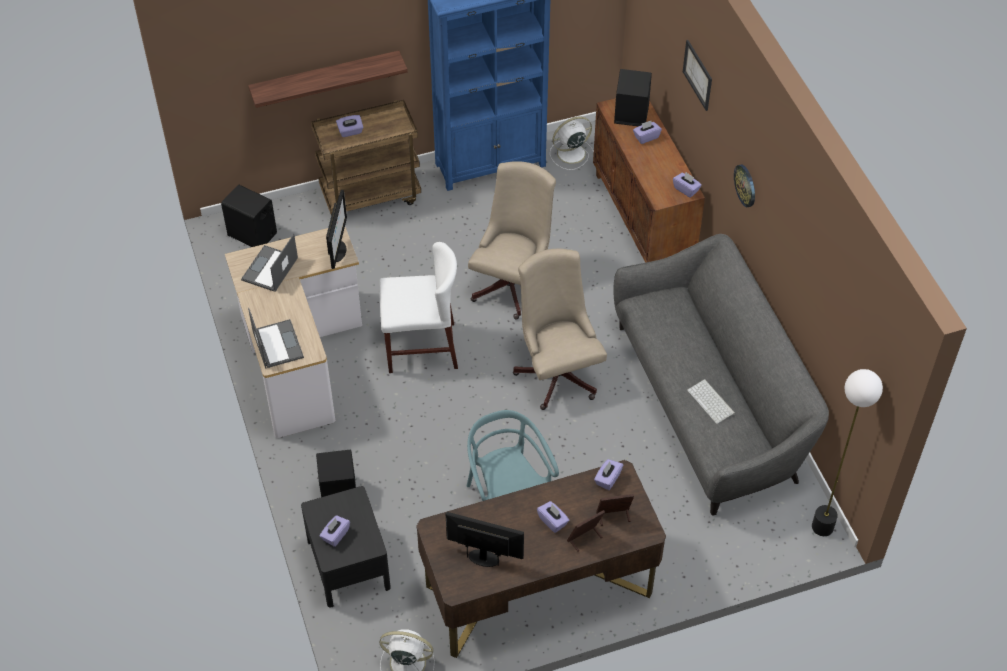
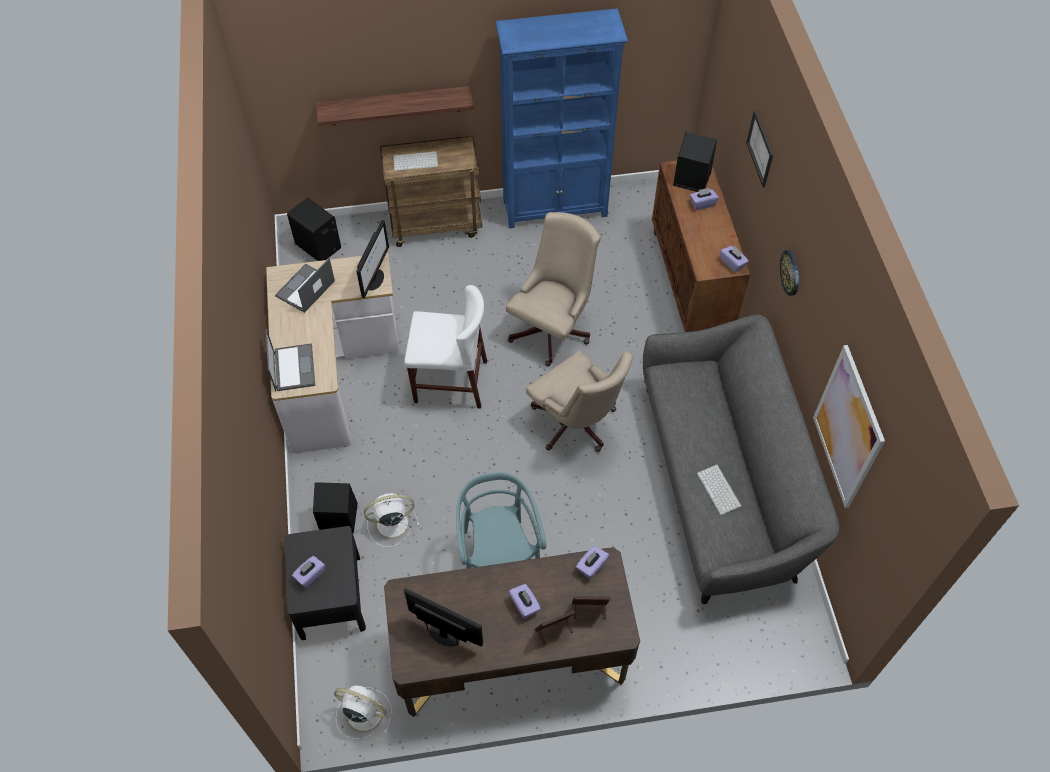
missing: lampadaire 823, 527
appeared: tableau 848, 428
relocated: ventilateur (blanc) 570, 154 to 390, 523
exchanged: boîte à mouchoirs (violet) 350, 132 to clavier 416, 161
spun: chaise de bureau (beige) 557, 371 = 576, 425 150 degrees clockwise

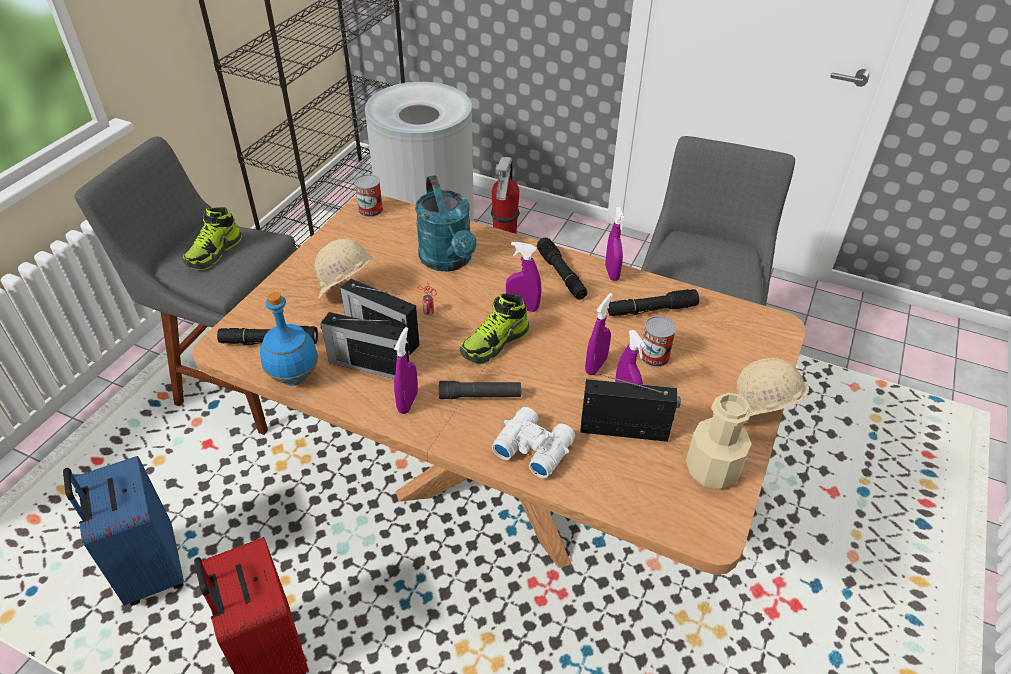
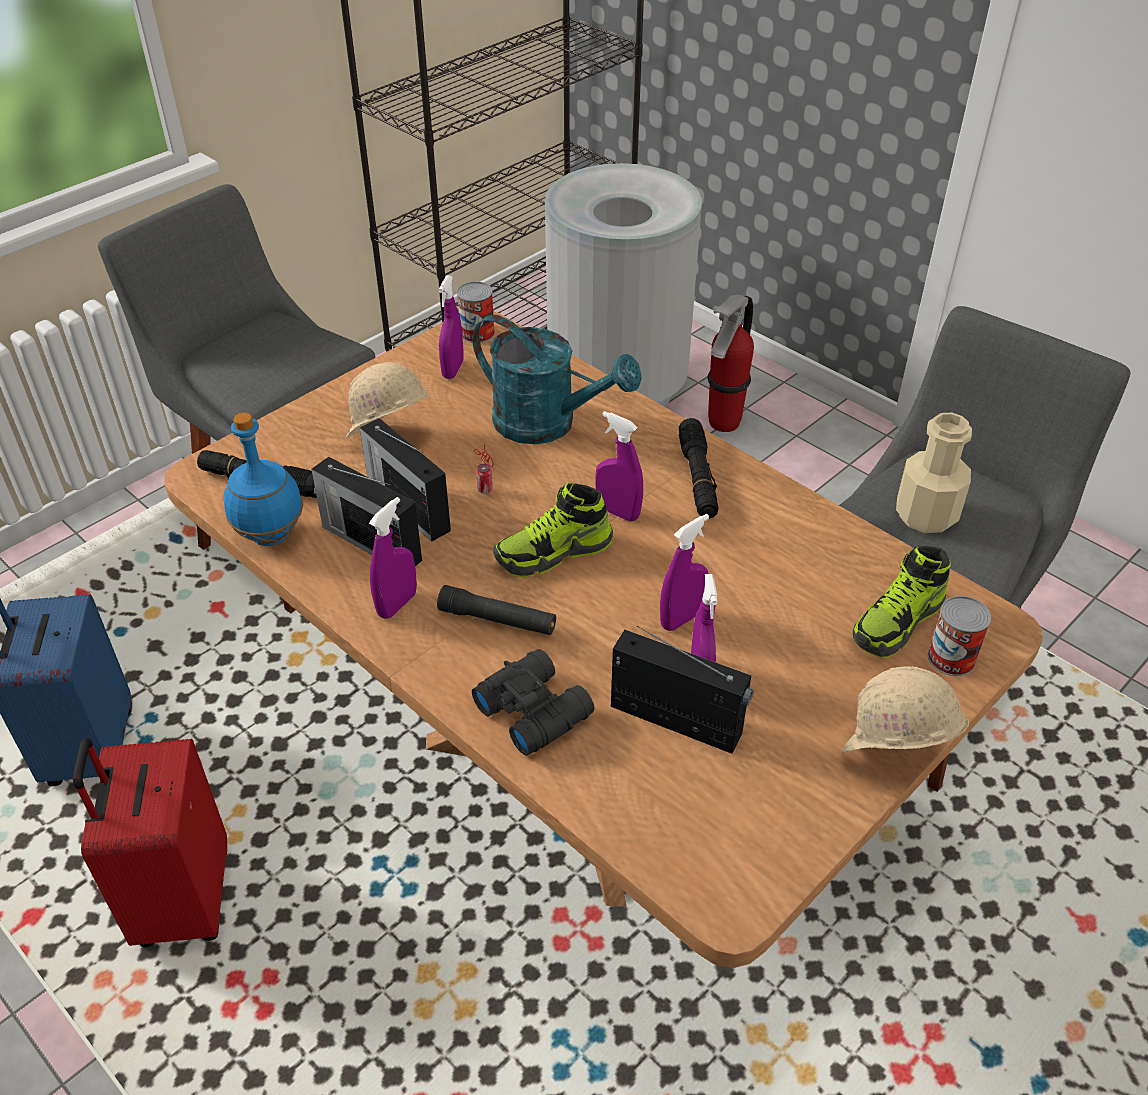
missing: lampe de poche (noir) 651, 310
relocated: chaussure 214, 252 to 897, 623; vaporisateur (violet) 612, 273 to 453, 369; boîte métallique 654, 356 to 951, 658; bouteille (beige) 712, 470 to 926, 515
colour: jumelles (blanc) 532, 447 to jumelles (noir) 533, 709
spun: arrosoir (turquoise) 449, 261 = 548, 424 60 degrees counterclockwise

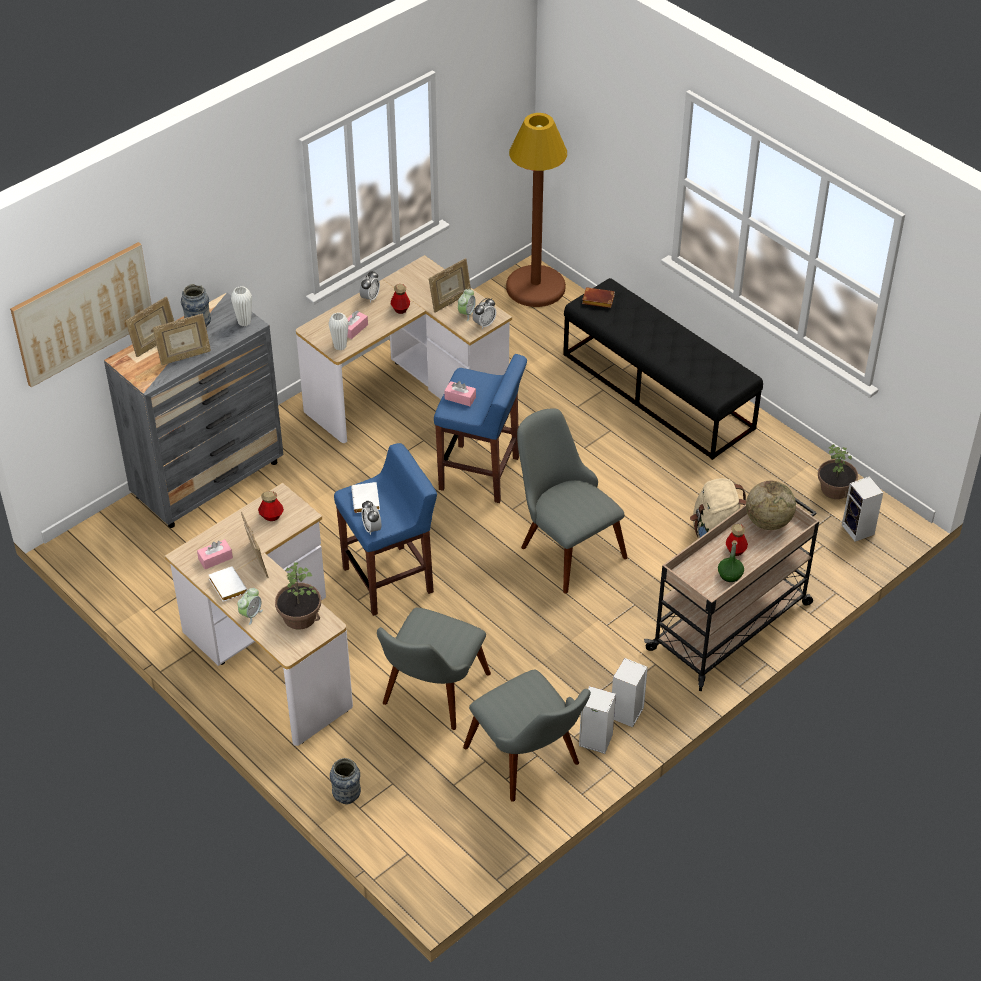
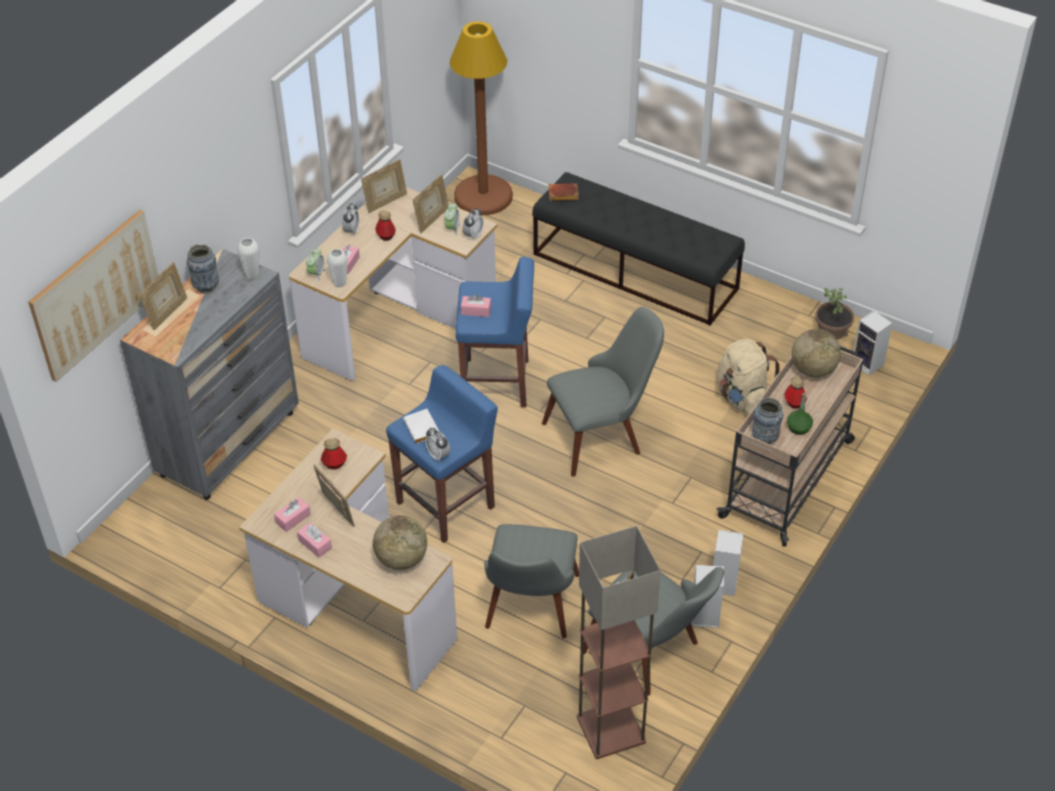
appeared: lampadaire 610, 730
relocated: cadre photo 184, 357 to 385, 202; réveil 251, 614 to 316, 274; vase 347, 797 to 764, 439
exchanged: livre (blanc) 226, 586 to boîte à mouchoirs (rose) 315, 544; plante en pot 299, 617 to globe 401, 559
spun: chaise (gris) 564, 545 = 603, 434 120 degrees clockwise

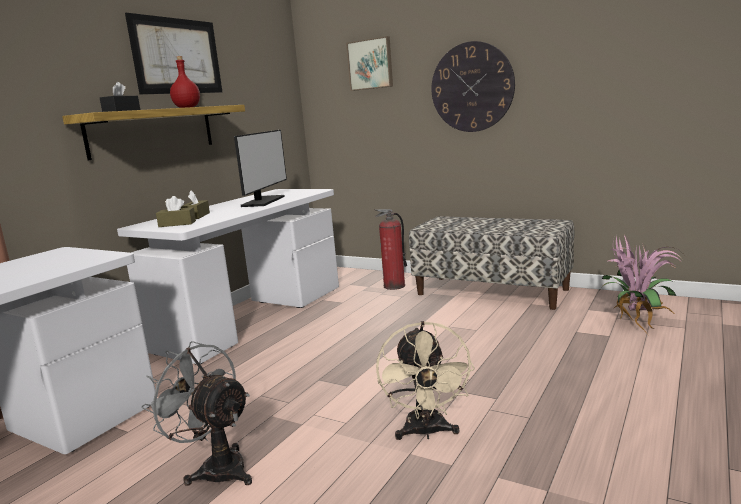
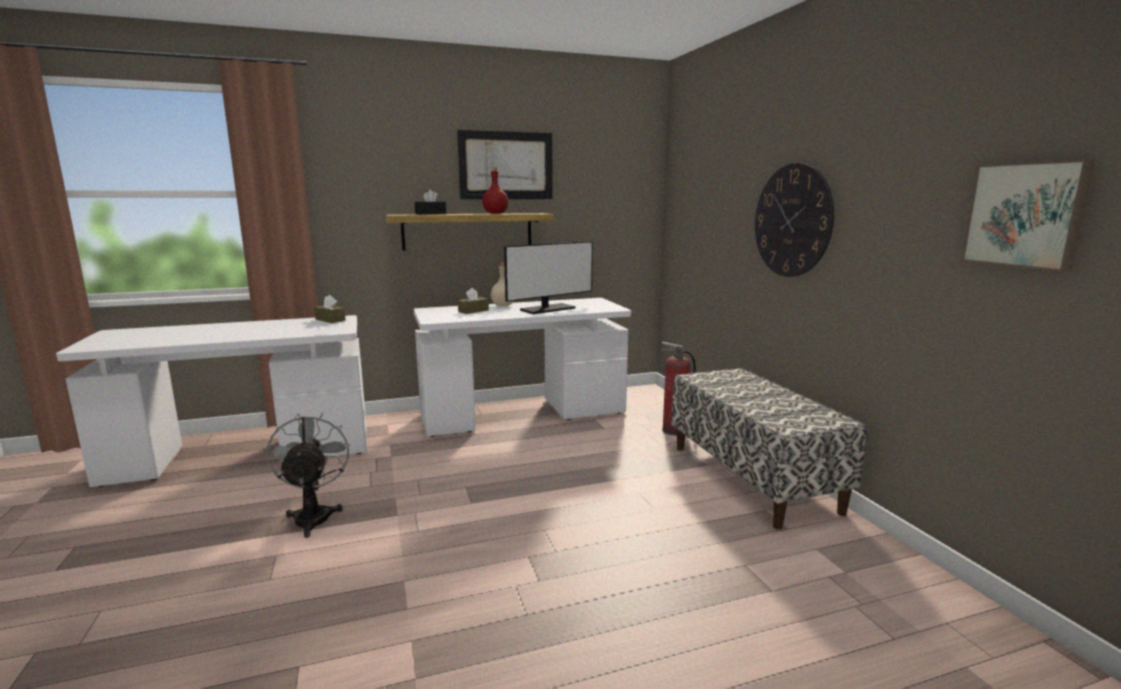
missing: ventilateur (beige) 426, 432; plante en pot 637, 321
appeared: bouteille (beige) 503, 305
relocated: boîte à mouchoirs (marron) 177, 224 to 330, 320; tableau 370, 64 to 1025, 215

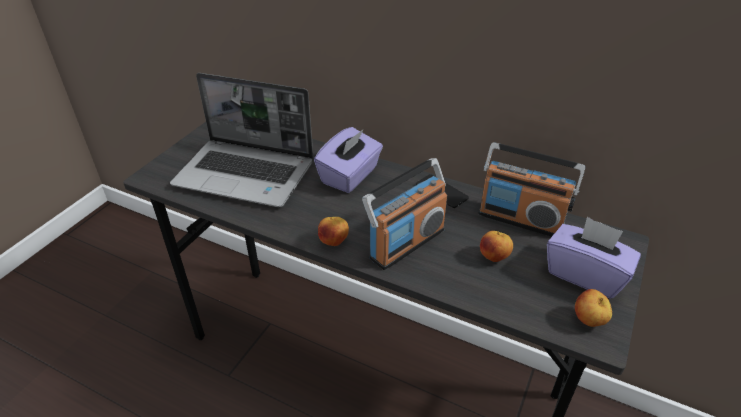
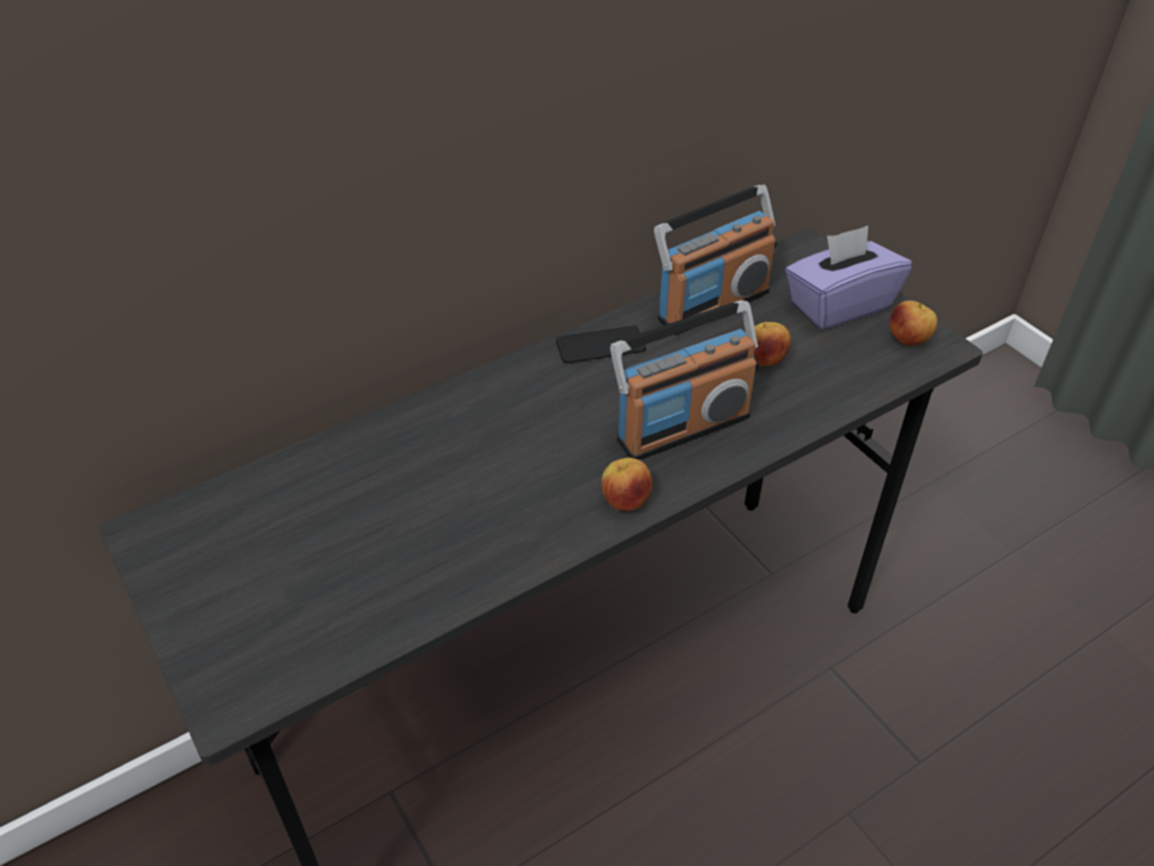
missing: ordinateur portable 247, 174; boîte à mouchoirs (violet) 350, 176
spun: radio 406, 243 = 682, 427 75 degrees clockwise

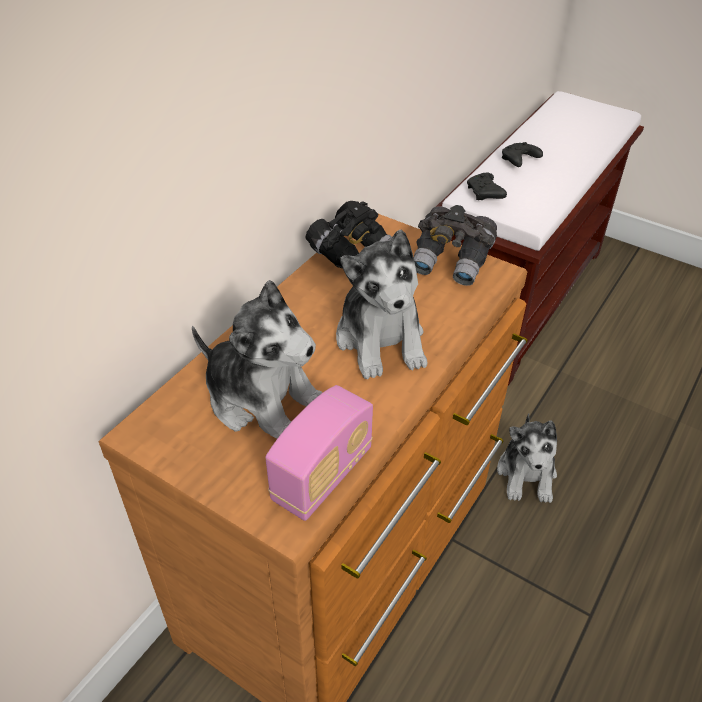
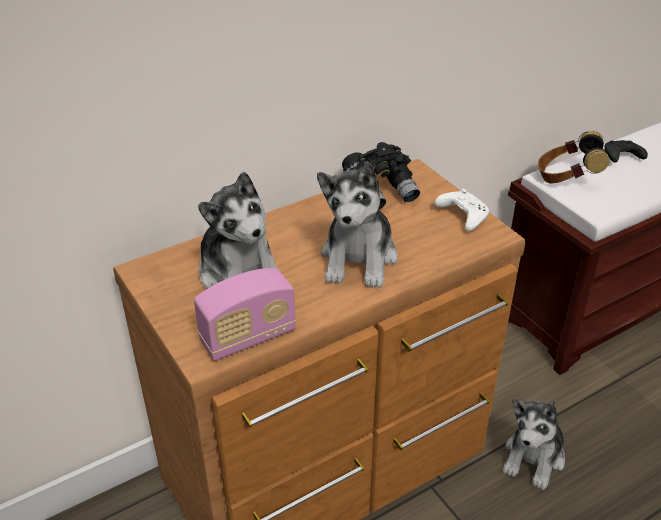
exchanged: jumelles (gris) 452, 261 to manette (blanc) 462, 216; manette (noir) 485, 194 to casque audio 566, 179

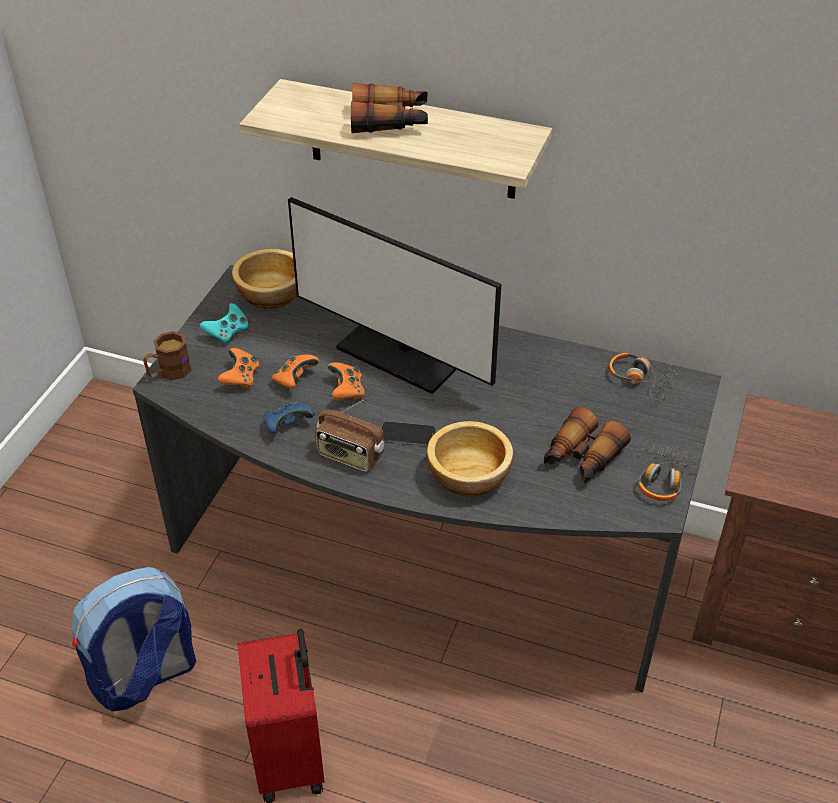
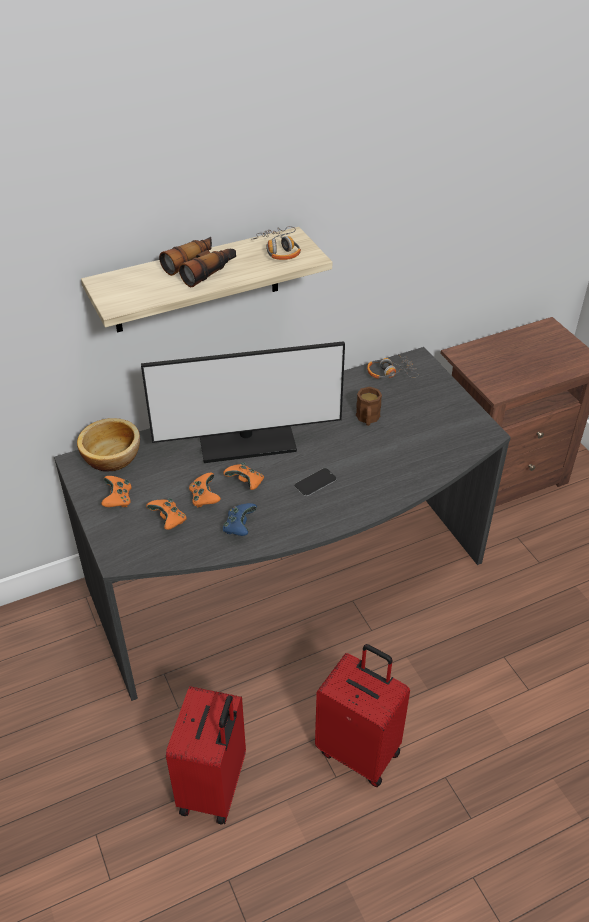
missing: radio 350, 456; bol 470, 475; jumelles 581, 458
relocated: mug (marron) 168, 372 to 368, 419; casque audio 664, 479 to 280, 249
exchanged: sac à dos 145, 677 to valise (rouge) 214, 787
colour: manette (turquoise) 227, 333 to manette (orange) 118, 500

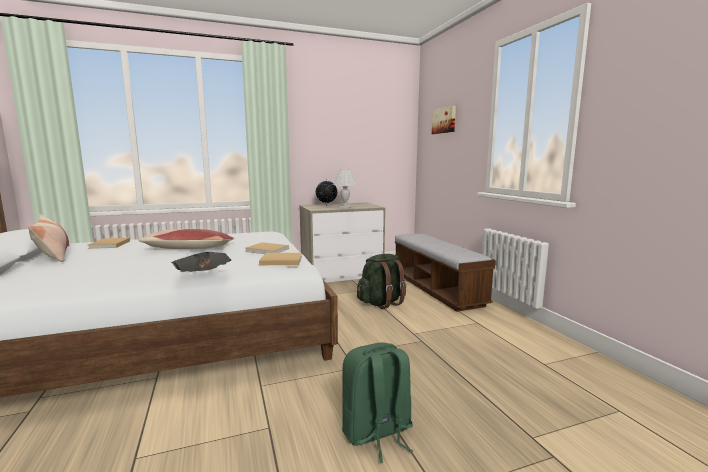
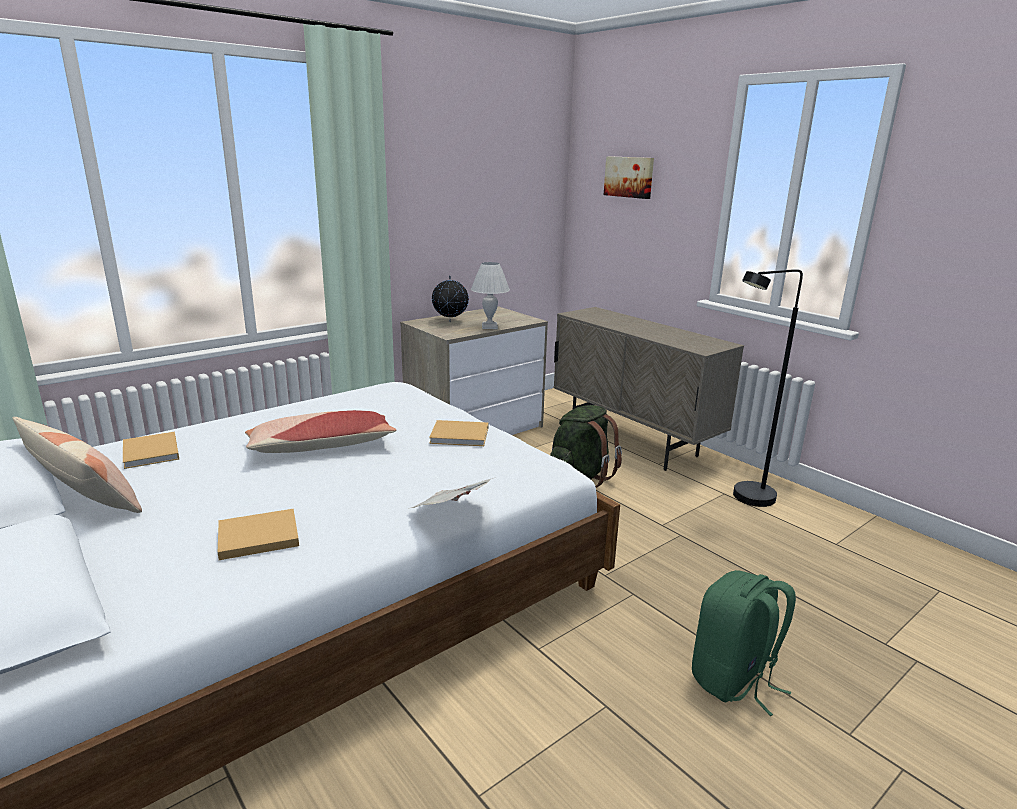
appeared: lampadaire (noir) 745, 499
relocated: livre (beige) 280, 261 to 255, 537
exchanged: banc 436, 289 to meuble de rangement (beige) 632, 442

